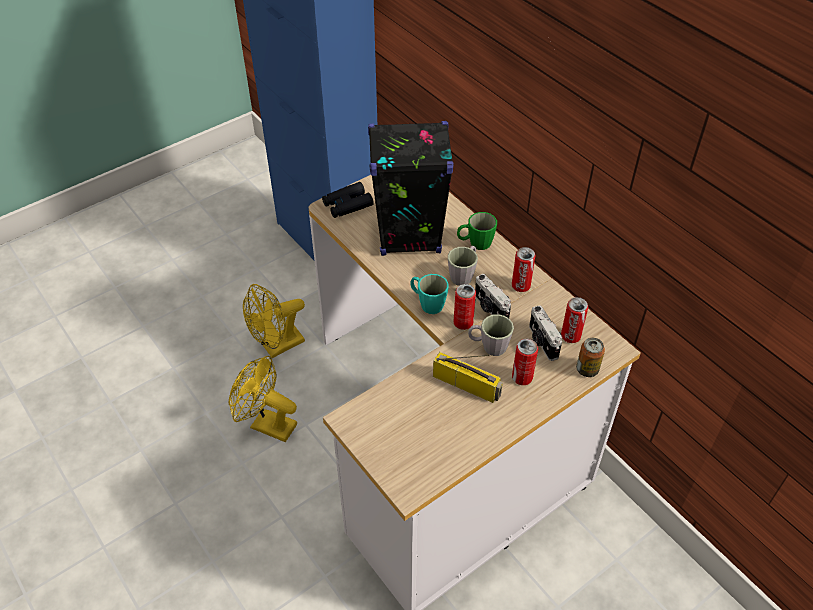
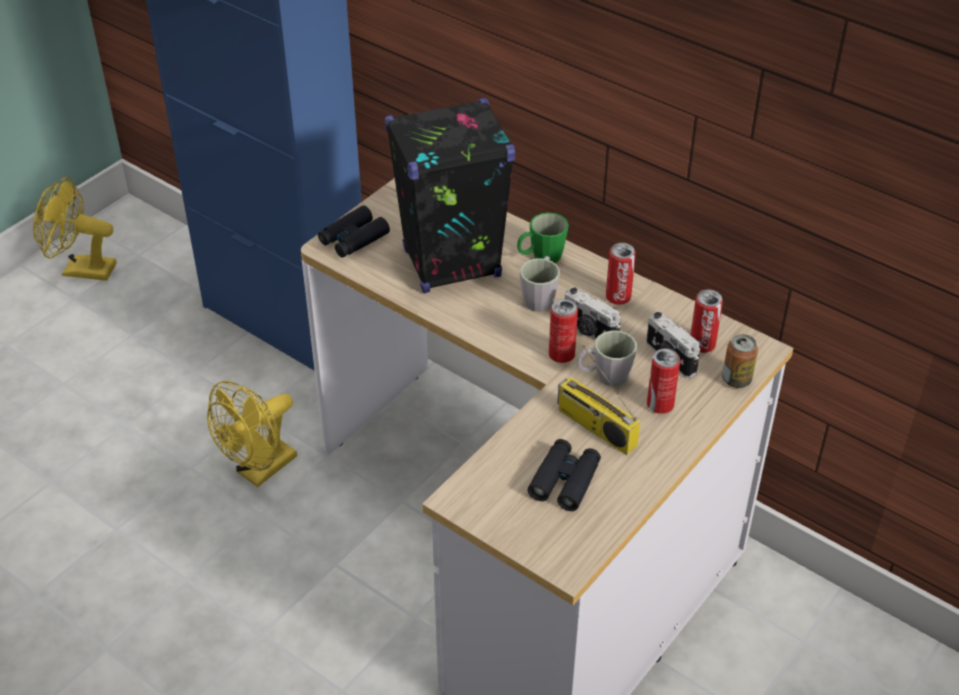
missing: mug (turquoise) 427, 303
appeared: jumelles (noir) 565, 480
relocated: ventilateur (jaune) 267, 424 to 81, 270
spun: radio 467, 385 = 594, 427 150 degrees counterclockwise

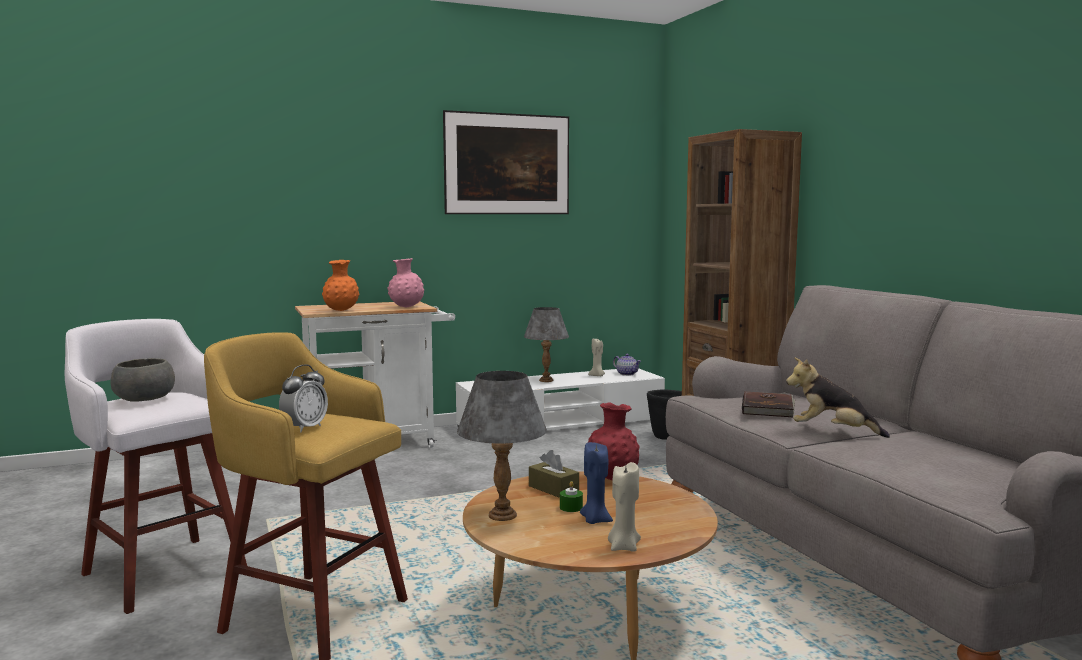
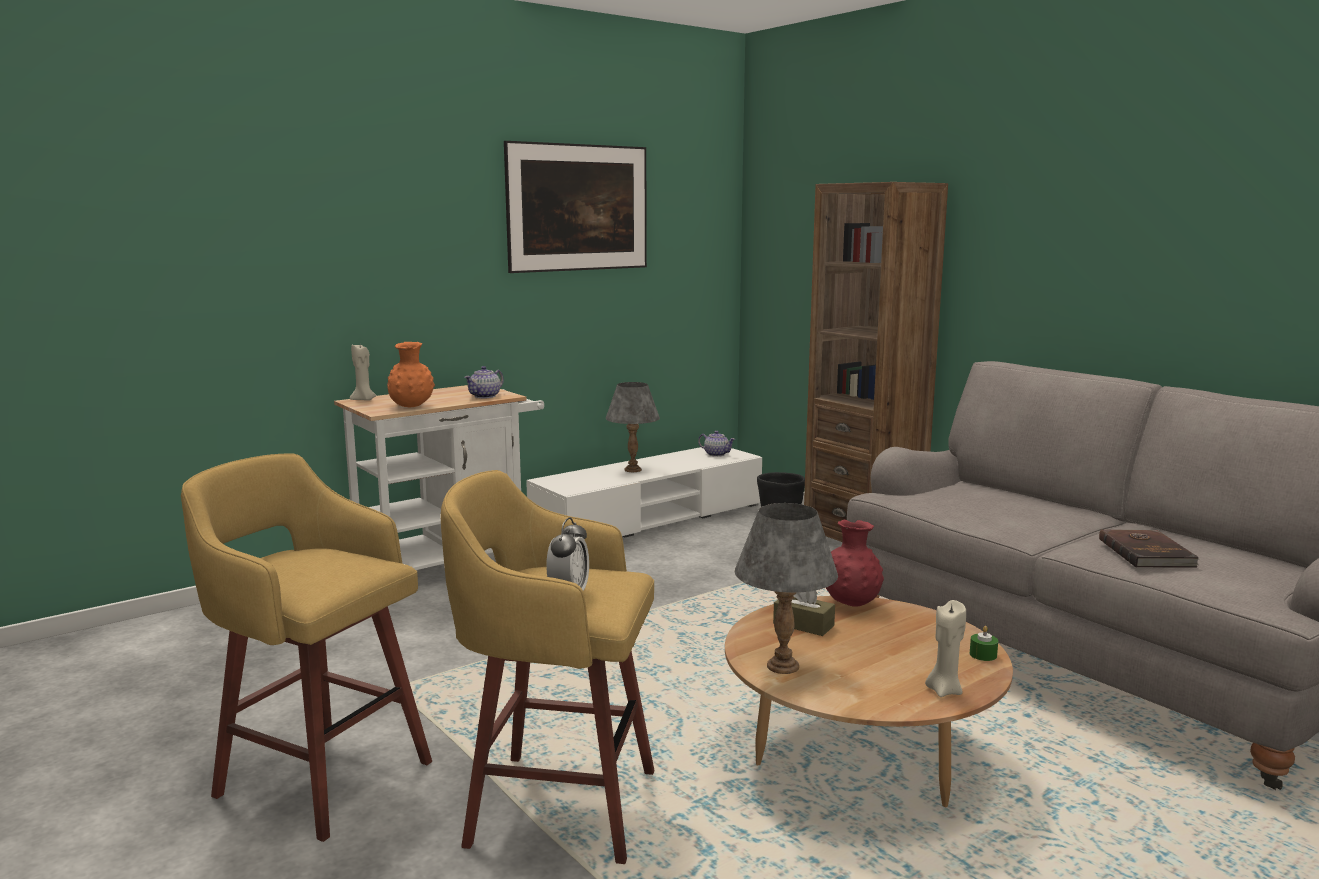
missing: bol (gris) 144, 399; bougie (bleu) 595, 520; peluche 832, 432
relocated: bougie (vert) 571, 507 to 983, 655; bougie (beige) 597, 376 to 364, 400; livre (marron) 768, 408 to 1147, 552
exchanged: vase (rose) 406, 307 to théière 485, 396
colour: tabouret (blanc) 163, 571 to tabouret (jaune) 320, 776

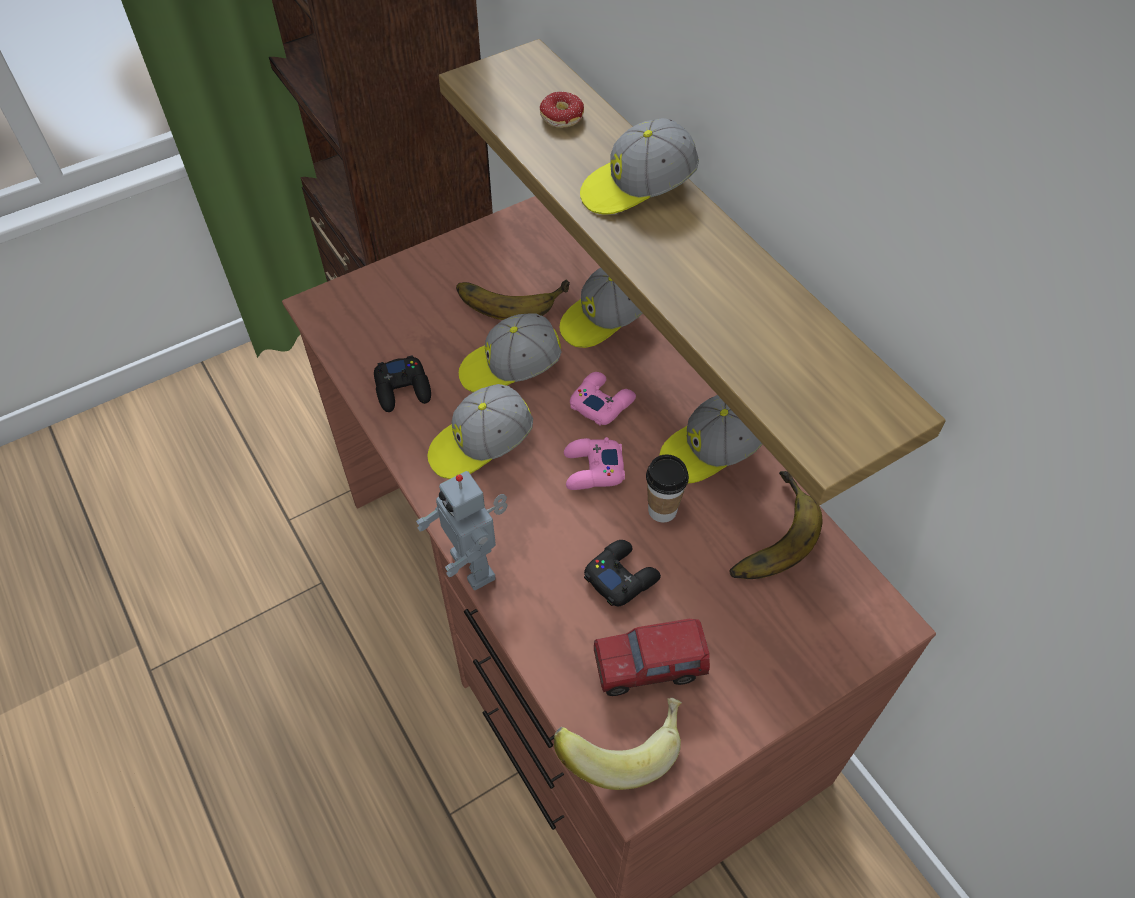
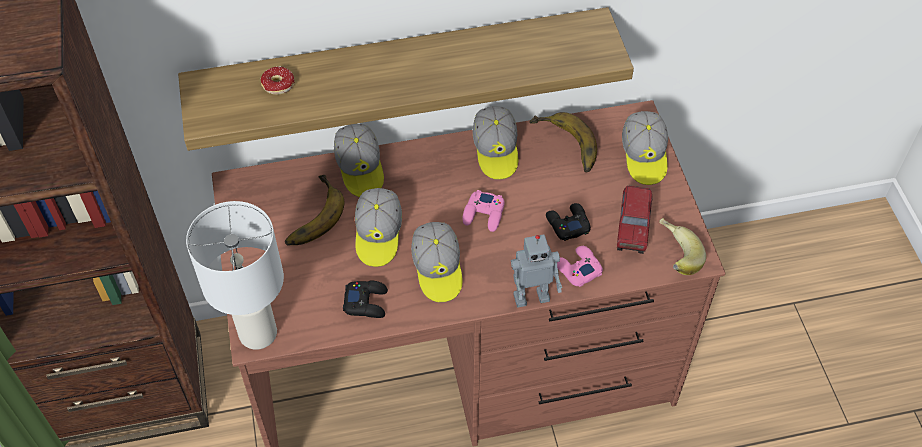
missing: tasse 662, 510
appeared: lampe de table (blanc) 257, 332
relocated: manette (rose) 601, 402 to 577, 269; casquette 637, 188 to 644, 156

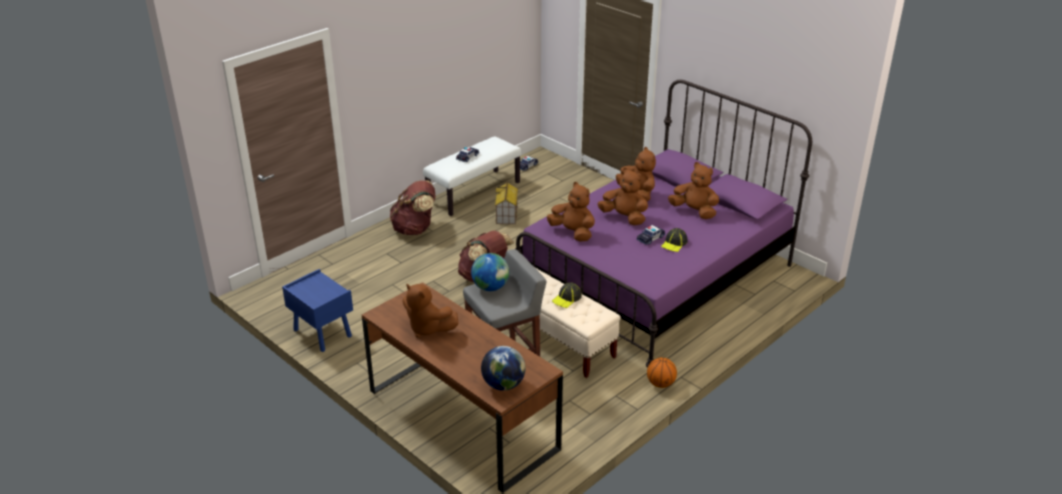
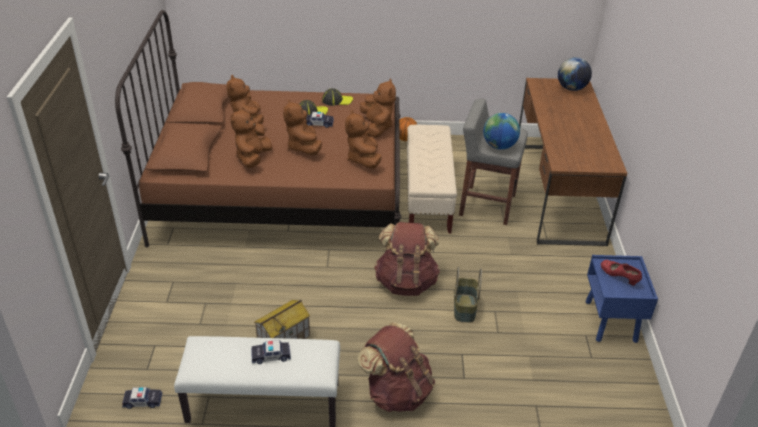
appeared: panier 464, 308; chaussure (rouge) 619, 277
relocated: peluche (marron) 427, 328 to 377, 127; casquette 567, 298 to 337, 100
colour: lit (violet) 656, 277 to lit (marron) 281, 193

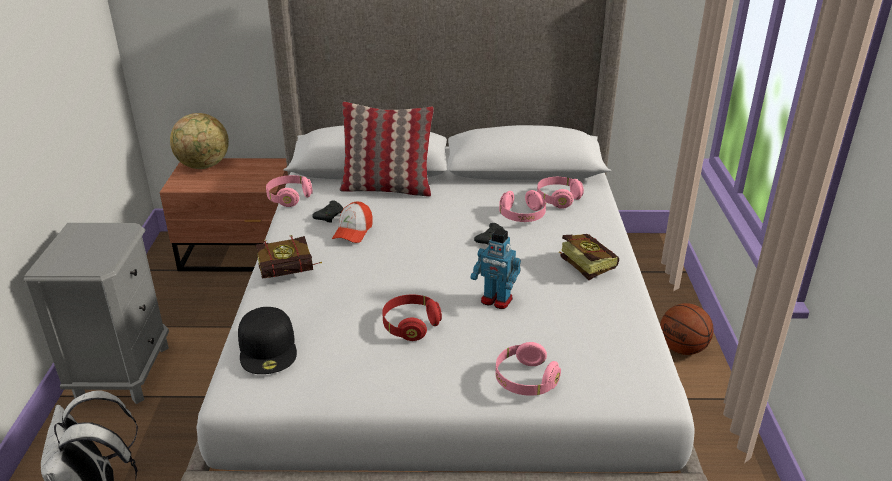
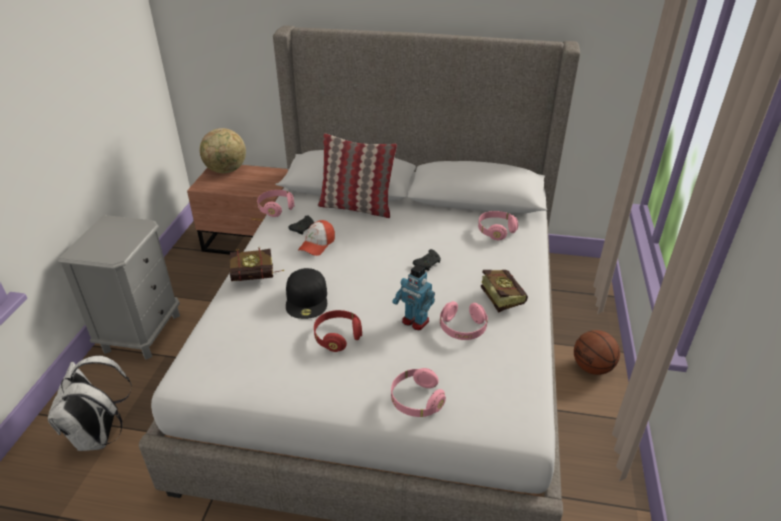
relocated: casquette (noir) 268, 347 to 307, 299; casque audio (rose) 522, 216 to 462, 328

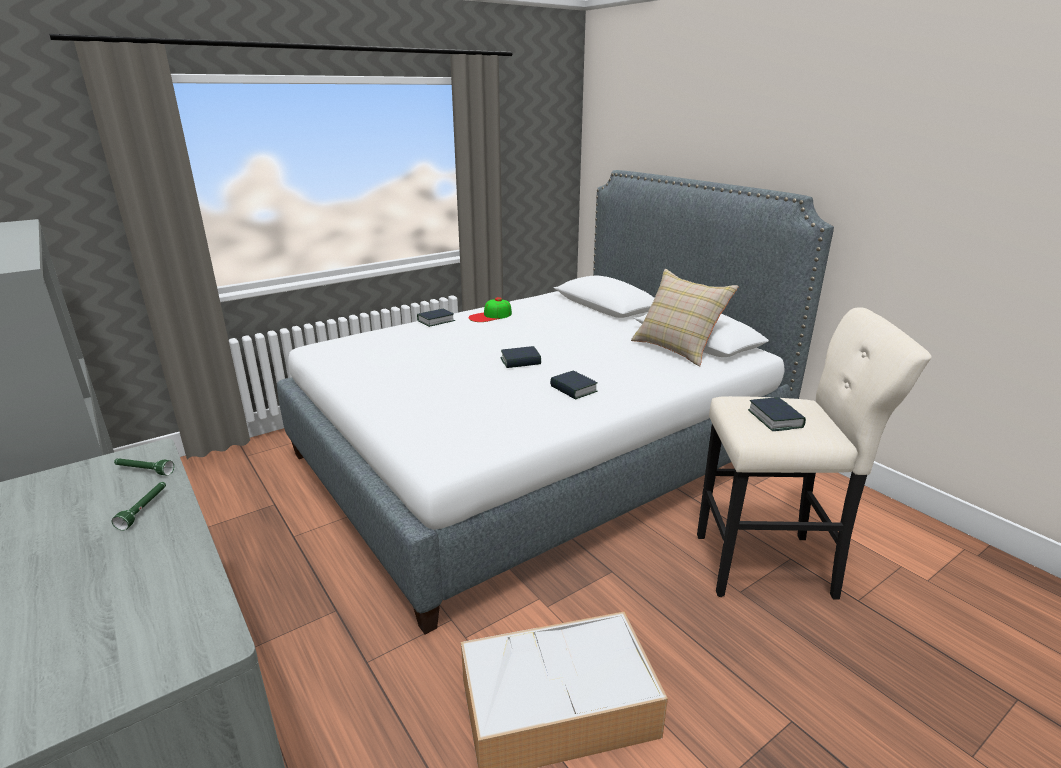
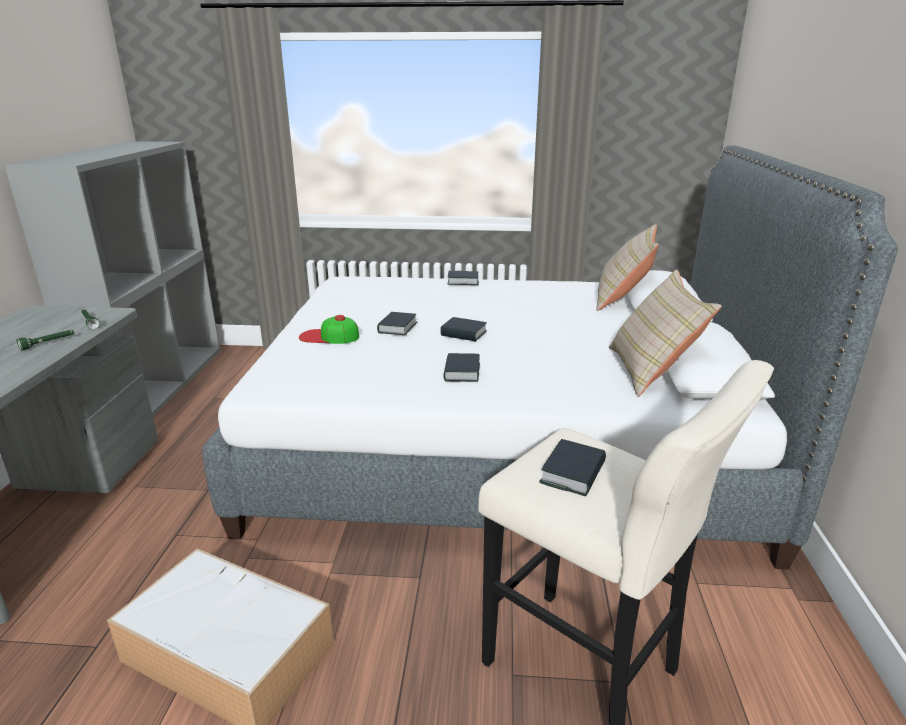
appeared: livre 397, 328; coussin (beige) 622, 299
relocated: casquette 490, 316 to 329, 336

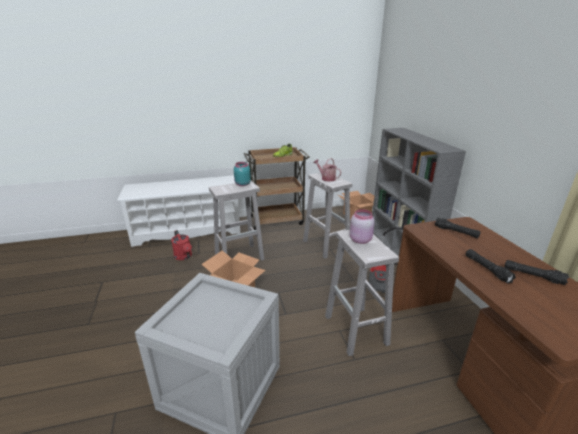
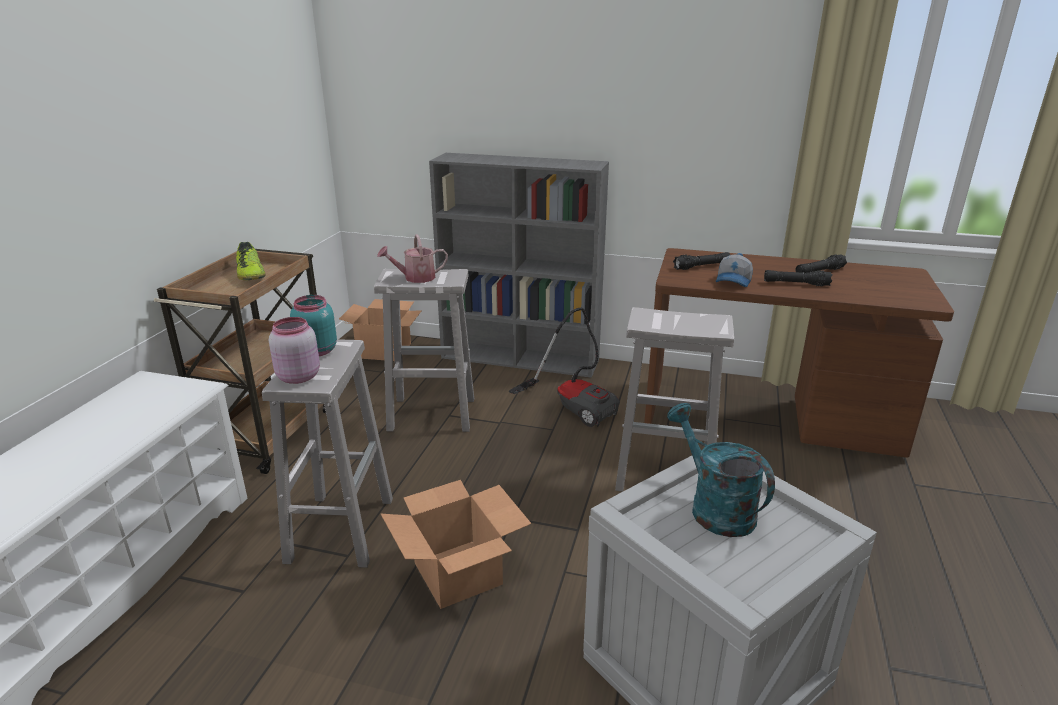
missing: arrosoir (rouge) 184, 257
appeared: arrosoir (turquoise) 714, 507; casquette 734, 281
relocated: bocal (rose) 360, 239 to 297, 376

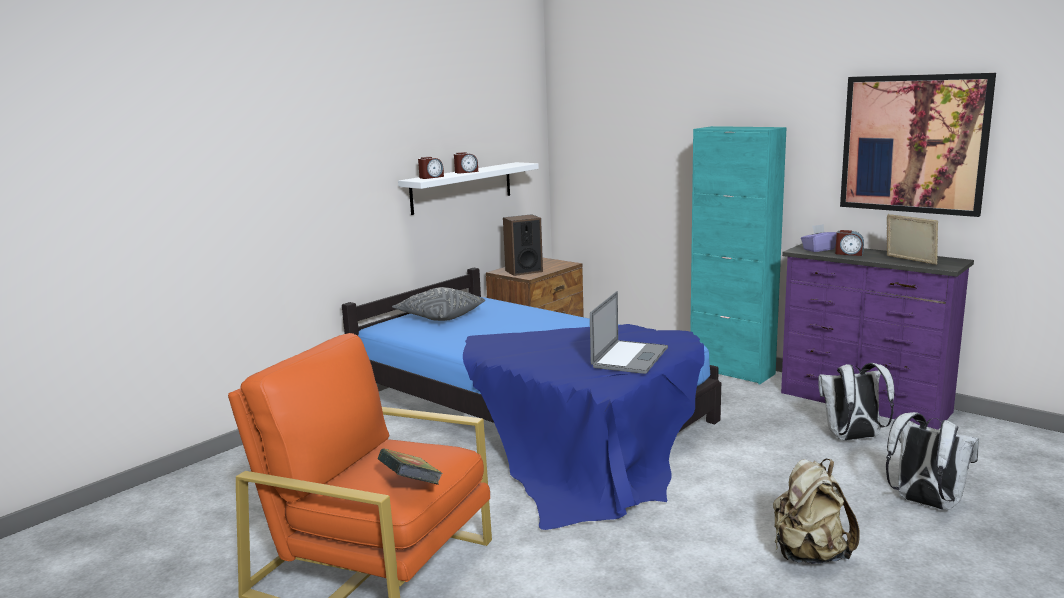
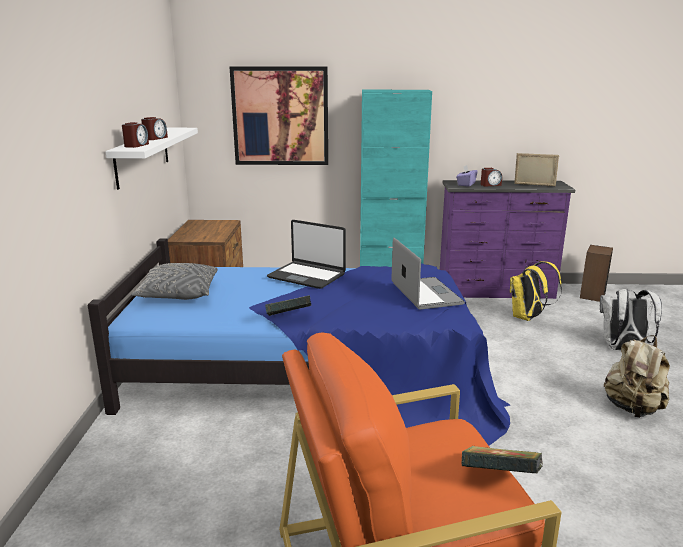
appeared: livre 289, 319; ordinateur portable 307, 276
relocated: enceinte 523, 271 to 592, 295; tableau 913, 144 to 280, 116
colour: sac à dos (blanc) 852, 438 to sac à dos (jaune) 528, 318

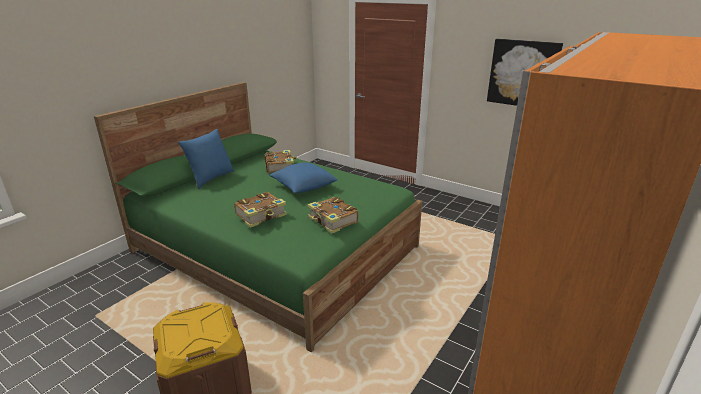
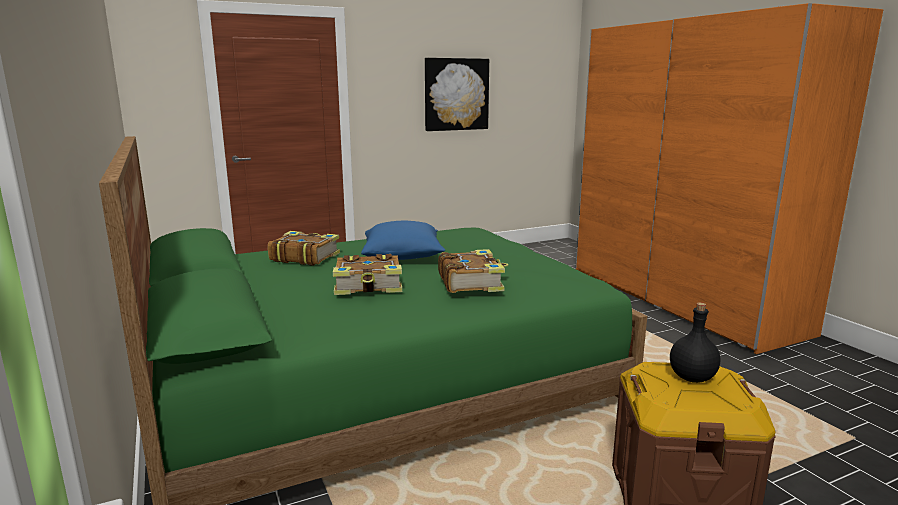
missing: coussin (bleu) 211, 178
appeared: bouteille (noir) 691, 378
relocated: livre 332, 221 to 369, 286

